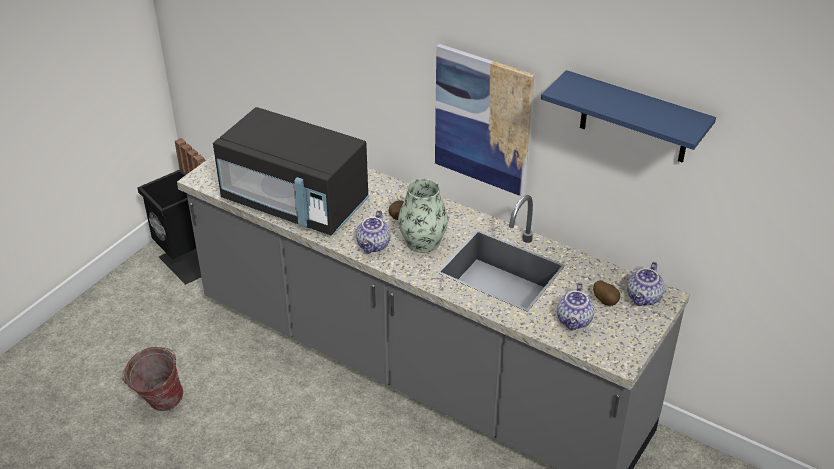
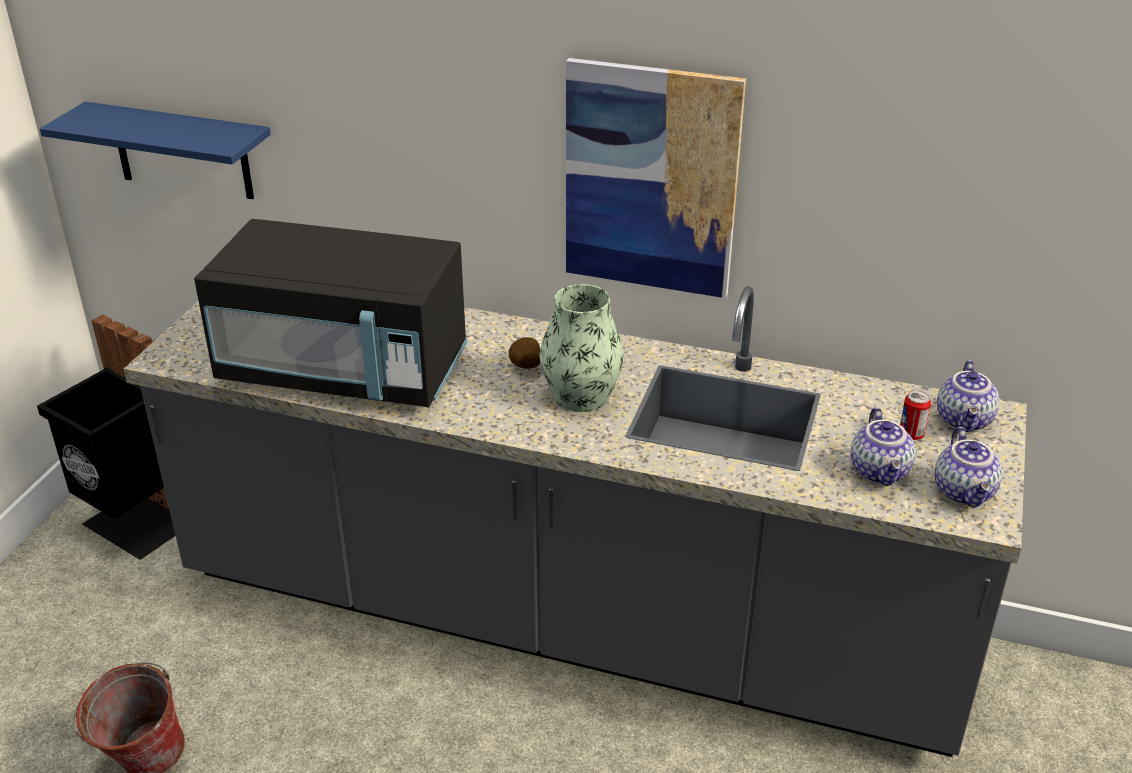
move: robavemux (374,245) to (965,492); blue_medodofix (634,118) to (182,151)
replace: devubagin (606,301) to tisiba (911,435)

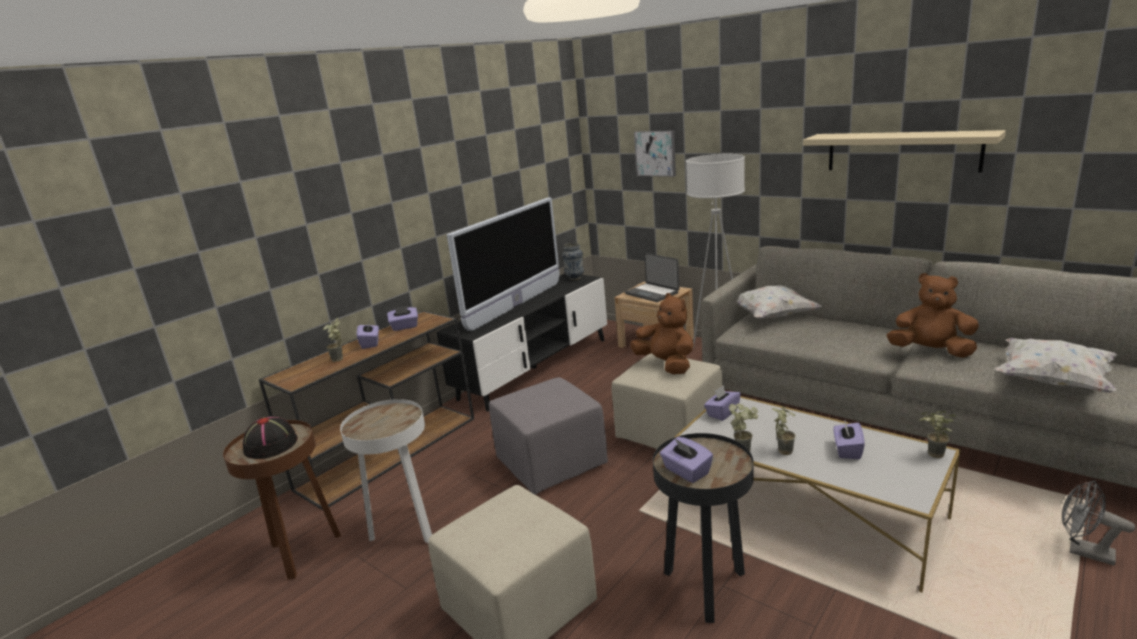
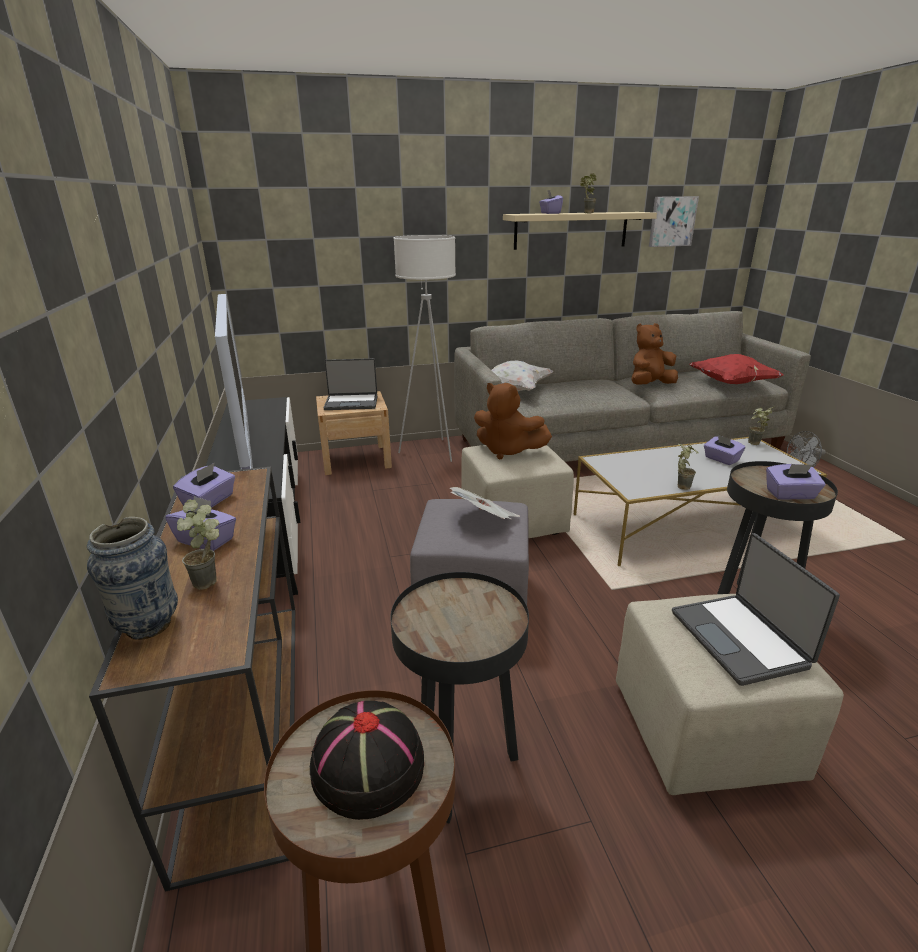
insert: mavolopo (485,520); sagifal (740,639)
move: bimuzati (574,278) to (148,626); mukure (656,153) to (672,221); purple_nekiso (722,413) to (550,213); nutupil (782,450) to (585,213)
recolor: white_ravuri (407,528) to black_ravuri (460,769); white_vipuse (1052,382) to red_vipuse (731,383)
rotate: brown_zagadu (666,365) = (507,451) 150 degrees counterclockwise

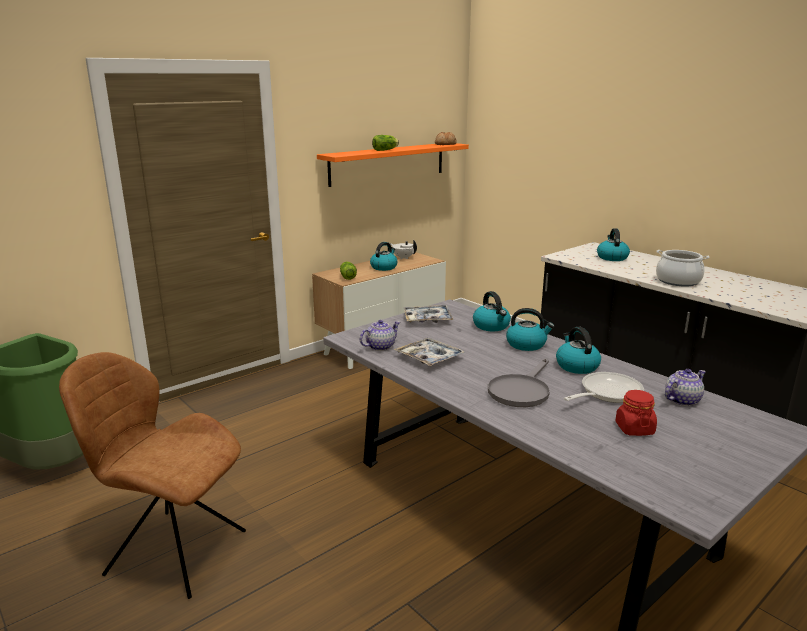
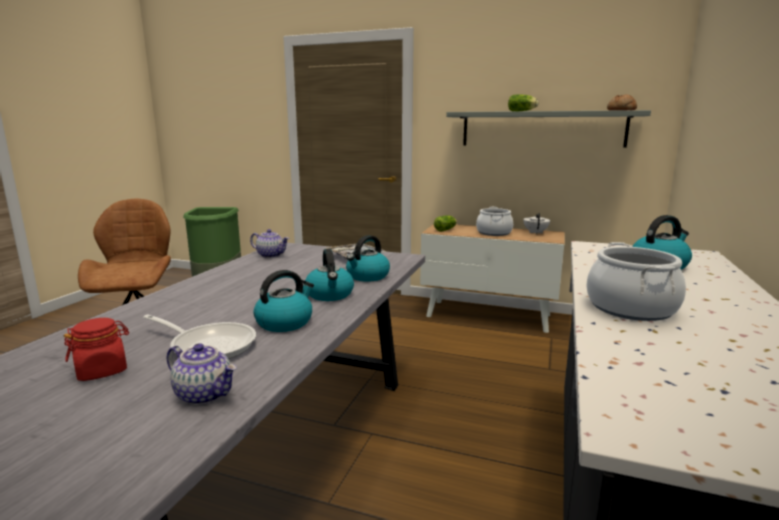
delete: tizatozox (429,358); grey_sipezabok (521,391)
replace: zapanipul (384,267) to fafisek (493,233)
recolor: orange_medodofix (388,163) to grey_medodofix (542,129)

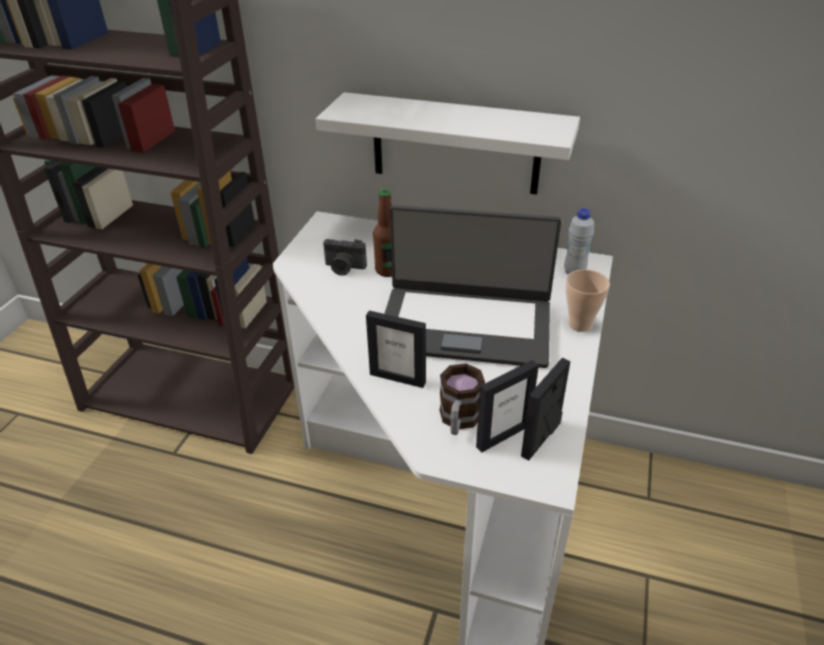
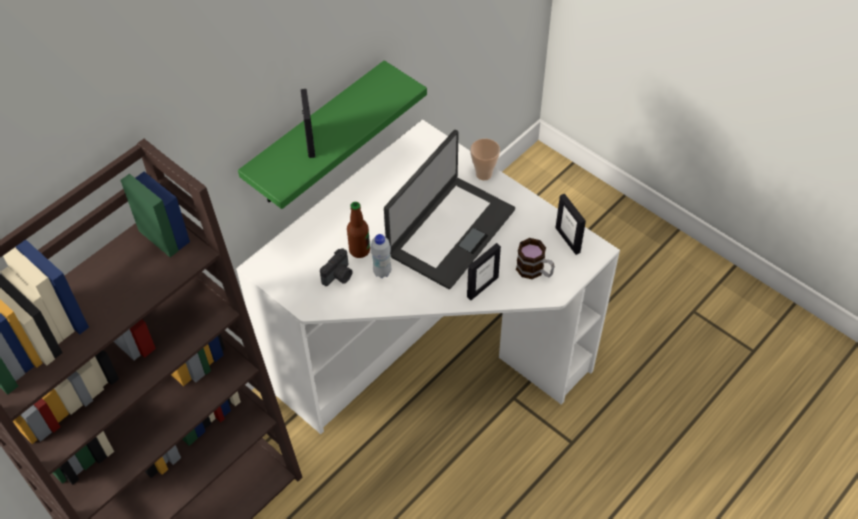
move: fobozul (503,435) to (310,142); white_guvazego (574,272) to (382,272)
recolor: white_medodofix (455,144) to green_medodofix (316,137)

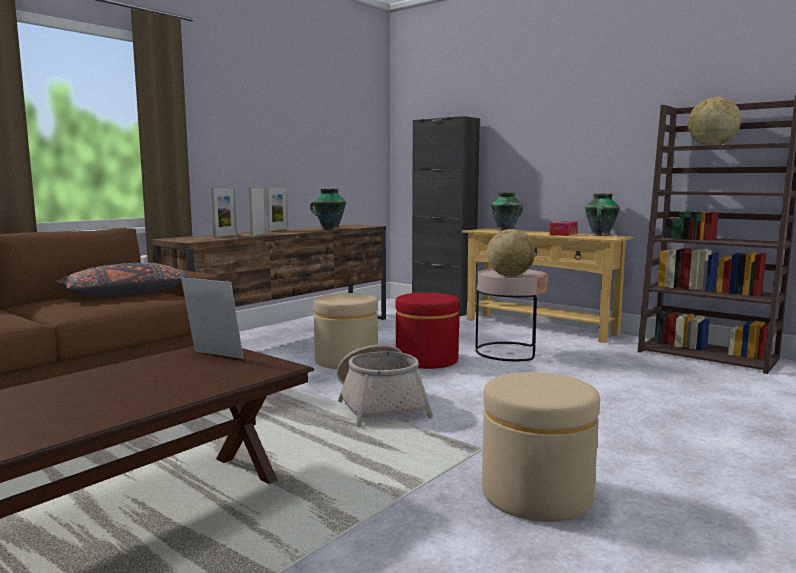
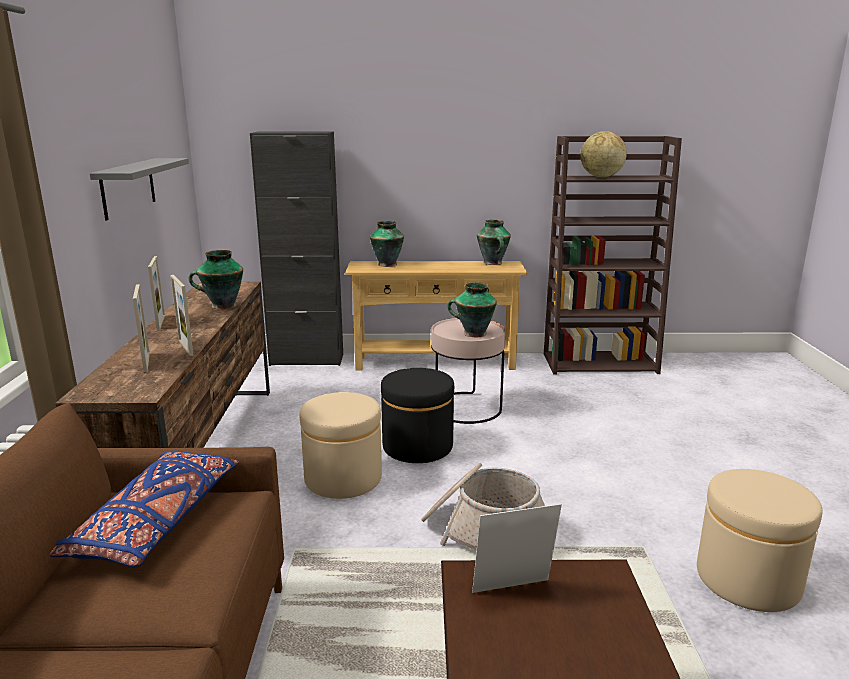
delete: nekiso (563,234)
insert: grey_medodofix (128,187)
replace: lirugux (510,276) to bimuzati (473,333)
recolor: grey_vipuse (126,293) to blue_vipuse (156,522); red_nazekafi (427,360) to black_nazekafi (417,446)

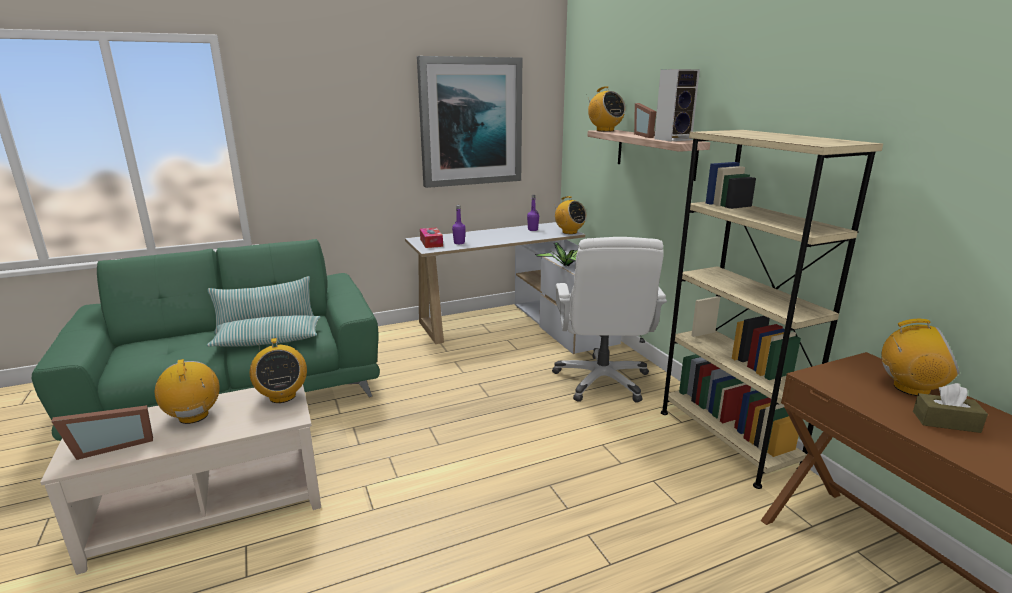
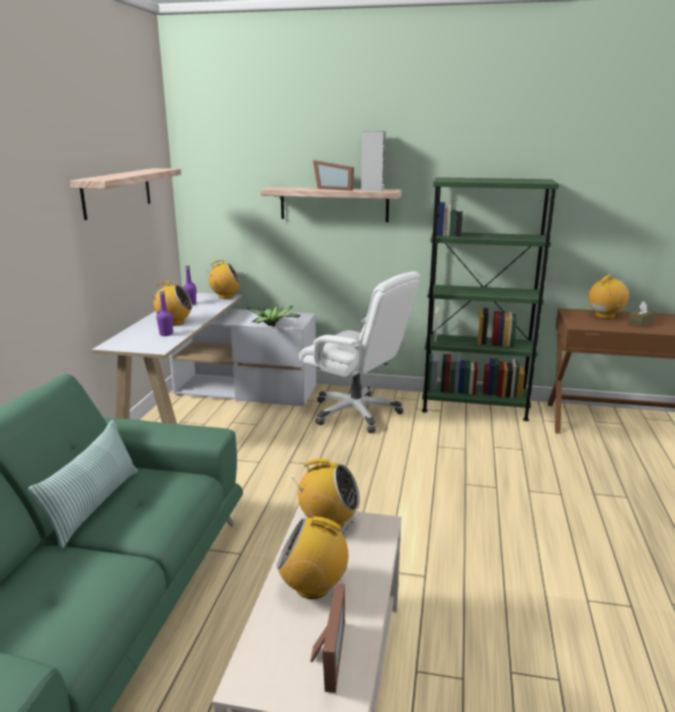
delete: vipuse (268,341); nekiso (431,243)
move: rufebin (604,130) to (174,322)
replace: mukure (470,122) to medodofix (117,192)
recolor: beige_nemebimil (727,439) to green_nemebimil (474,406)

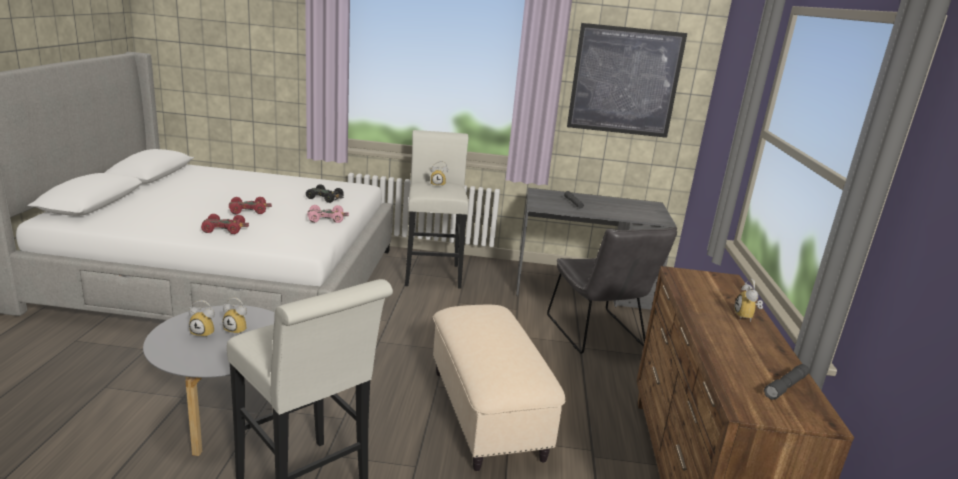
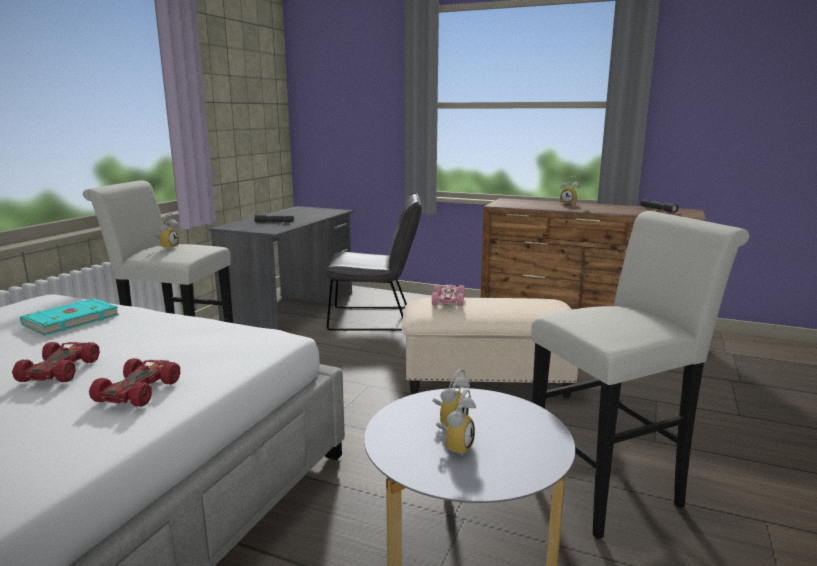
delete: mukure (624,81)
move: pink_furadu (327,218) to (448,301)
replace: black_furadu (325,198) to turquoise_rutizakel (70,320)

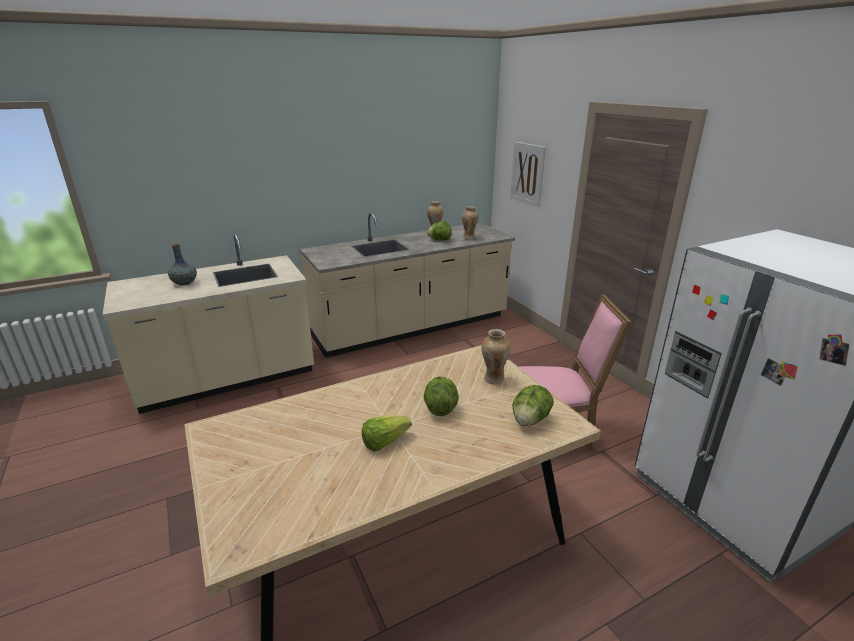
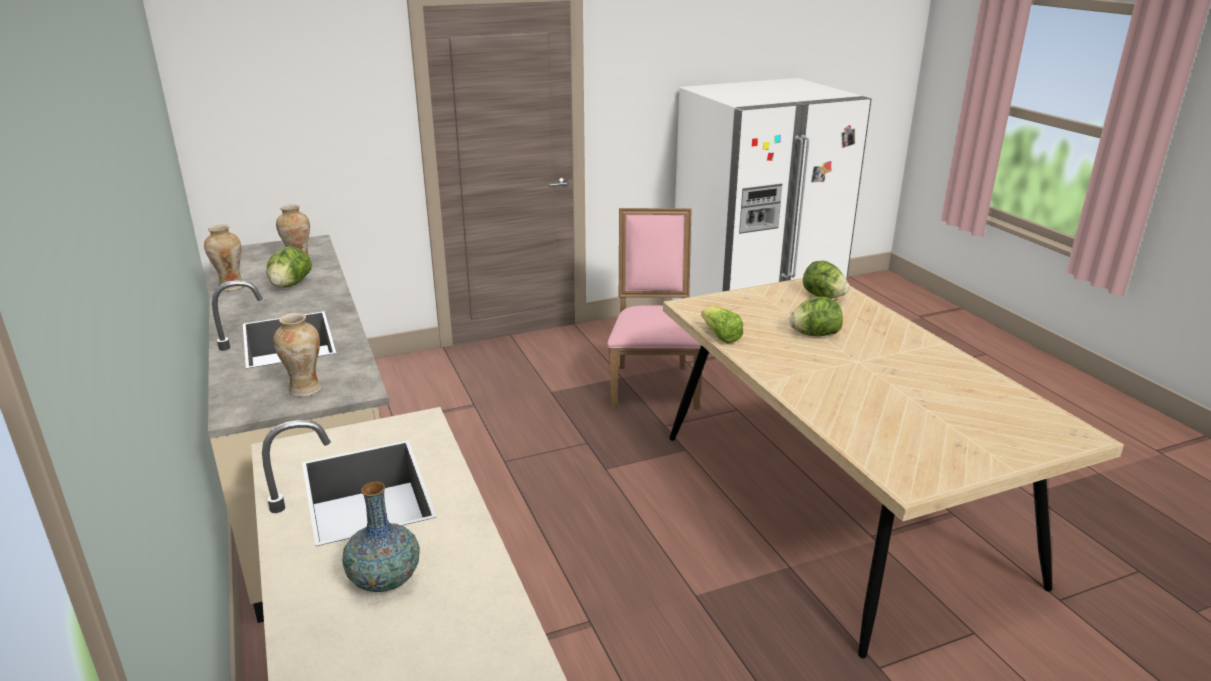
delete: mukure (527,174)
move: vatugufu (384,442) to (720,336); bimuzati (493,379) to (305,390)

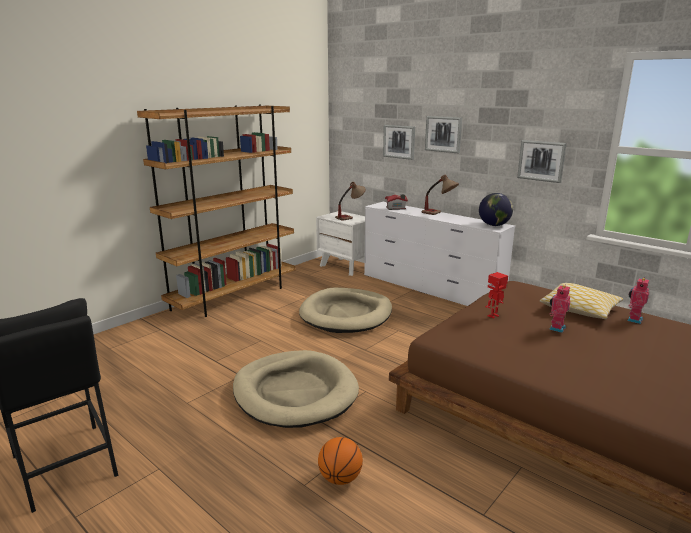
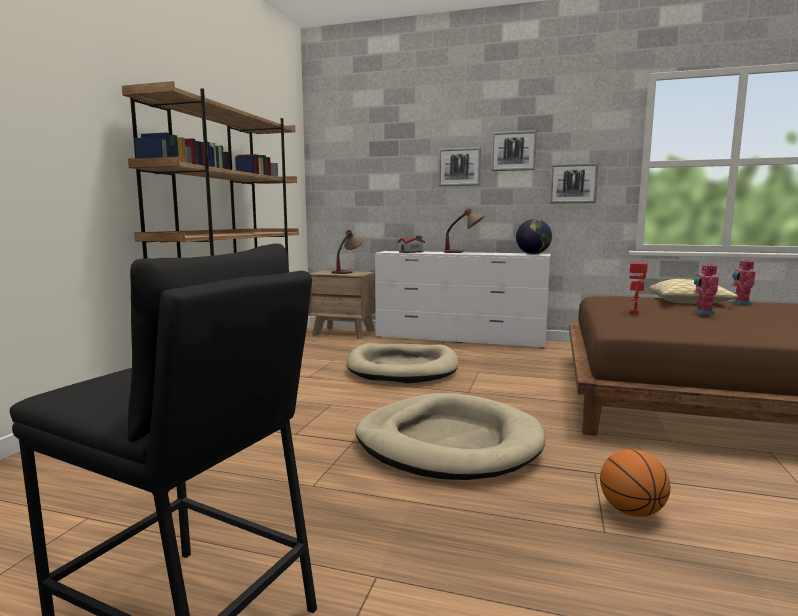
move: mukure (399,141) to (513,151)
recolor: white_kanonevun (346,266) to brown_kanonevun (344,333)

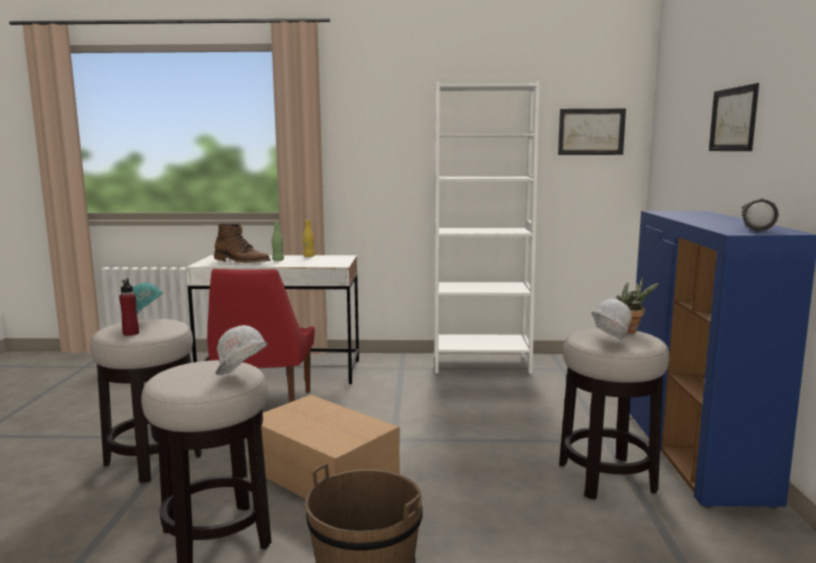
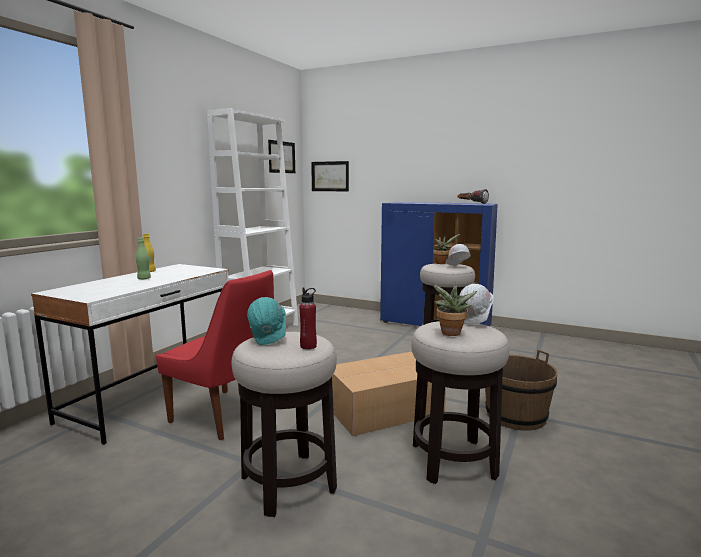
delete: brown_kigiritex (241,262)
insert: nutupil (450,334)
move: mukure (733,119) to (330,176)

